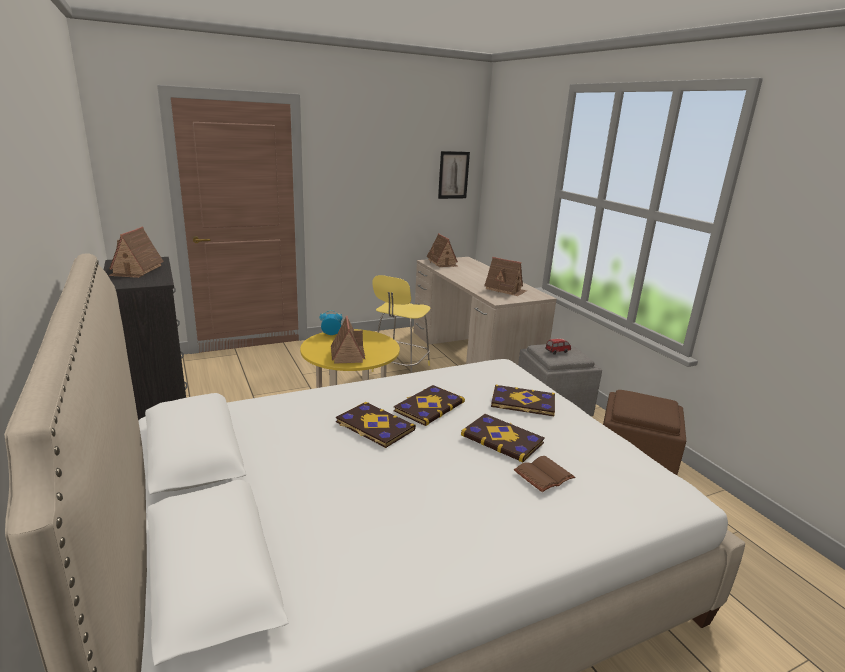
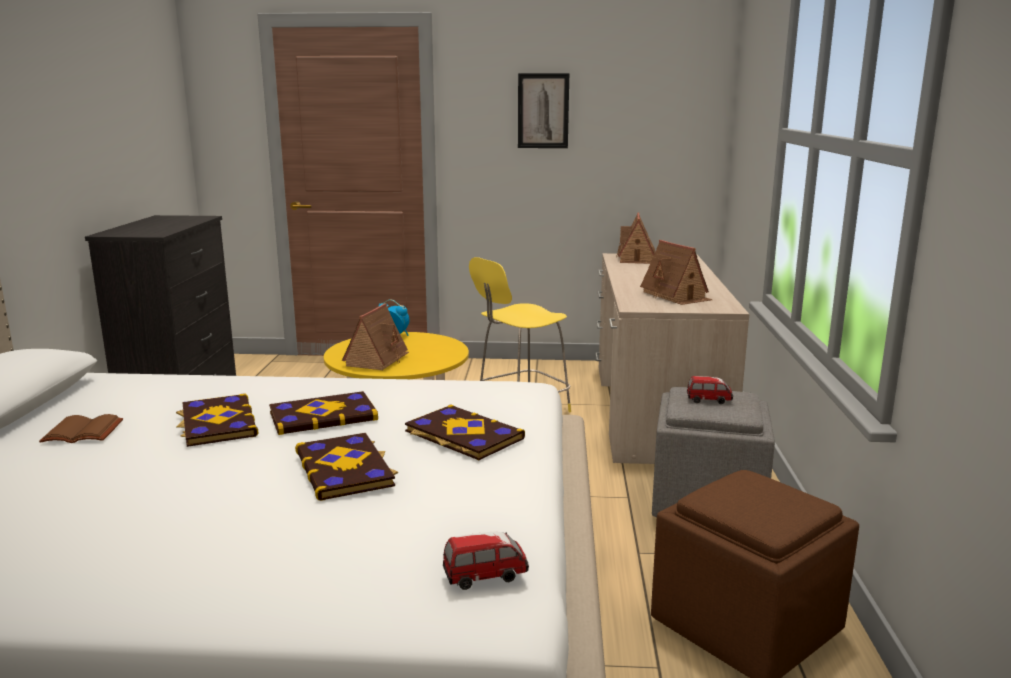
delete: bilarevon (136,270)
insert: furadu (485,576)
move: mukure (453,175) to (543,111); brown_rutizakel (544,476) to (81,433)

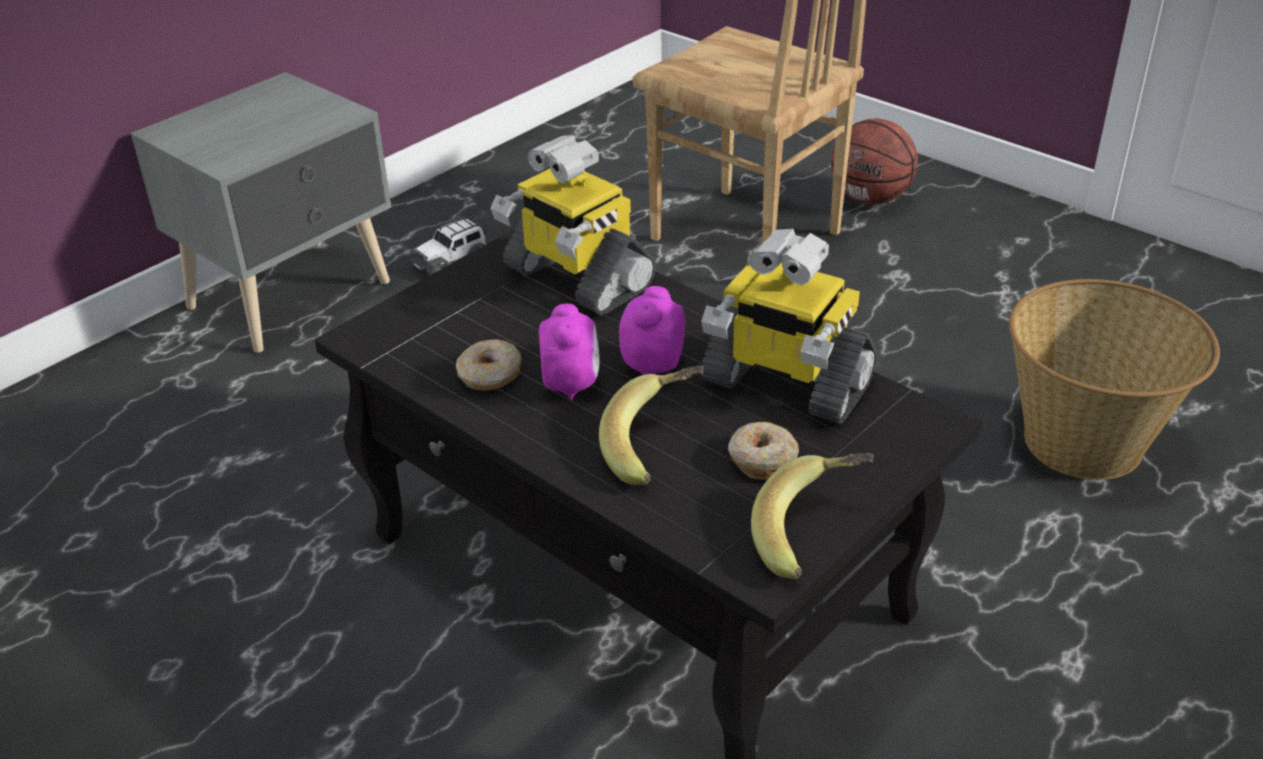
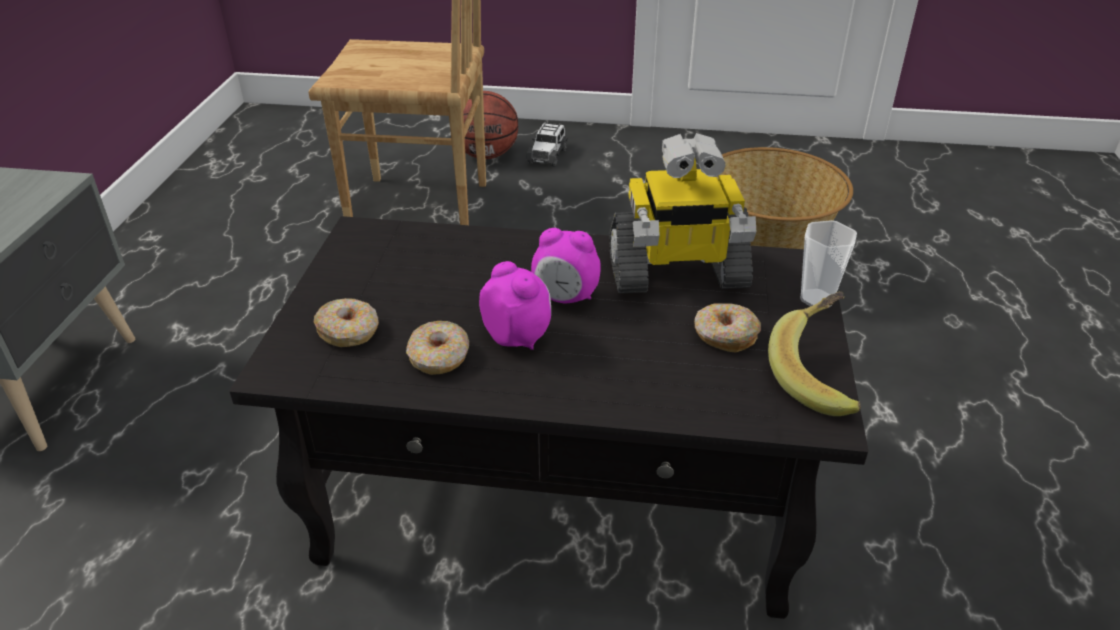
delete: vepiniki (576,278); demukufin (657,446)
insert: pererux (349,331); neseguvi (816,299)
move: furadu (451,261) to (547,155)
rotate: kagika (651,365) = (565,298) 60 degrees counterclockwise

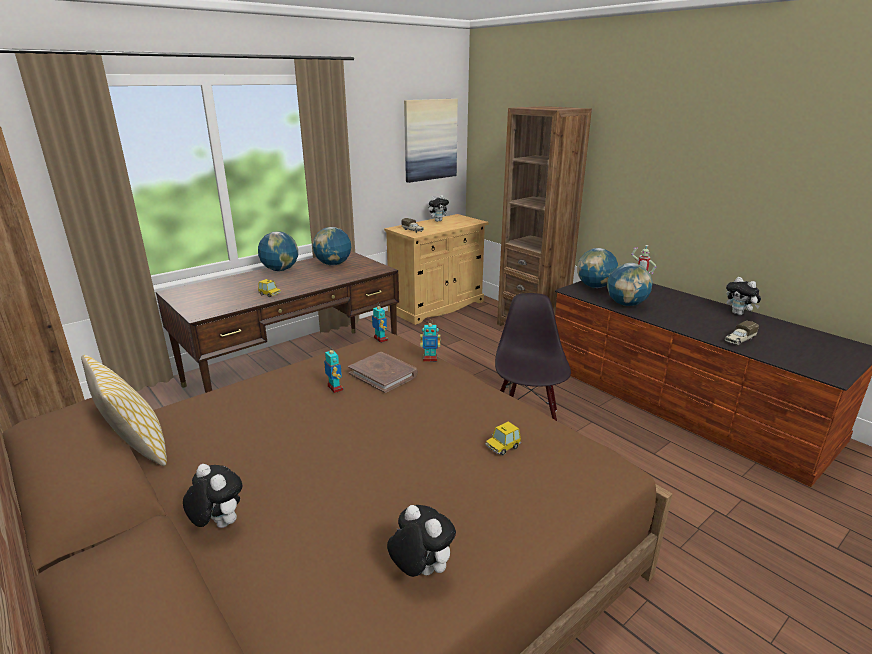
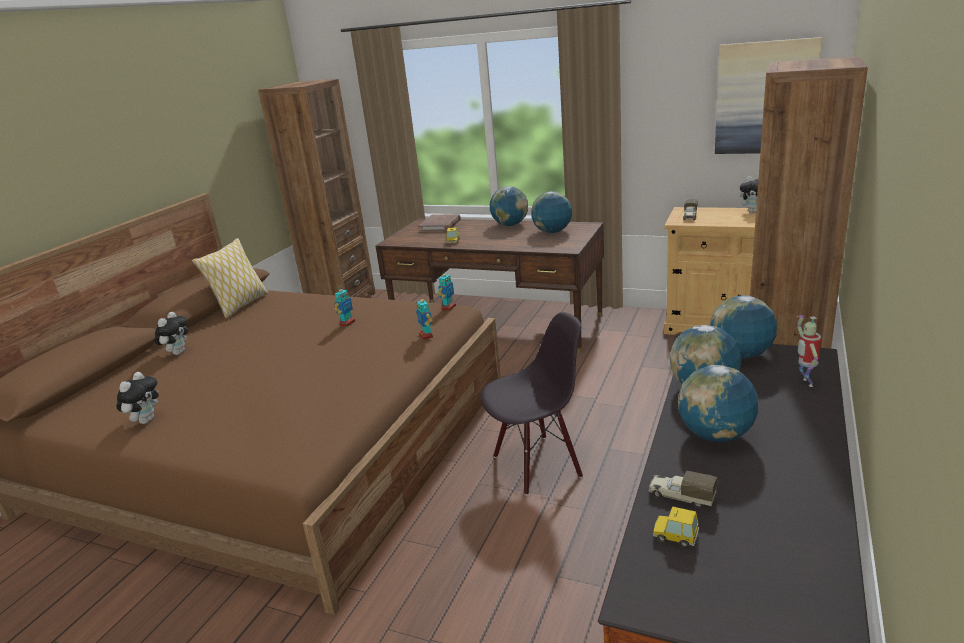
delete: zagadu (739,314)
insert: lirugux (715,435)
move: brown_rutizakel (383,374) to (440,225); furadu (502,447) to (675,536)

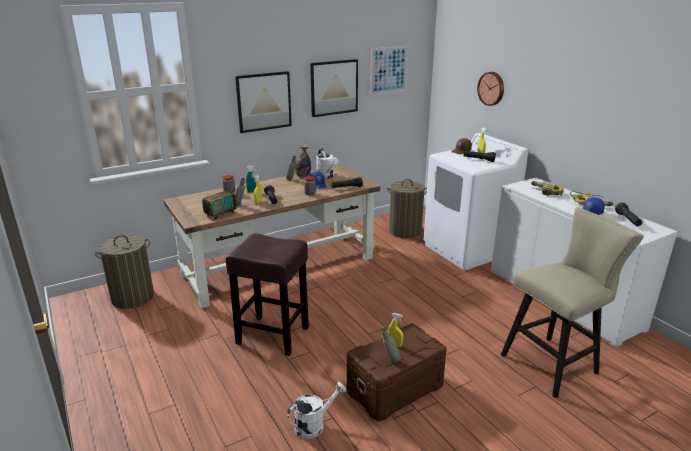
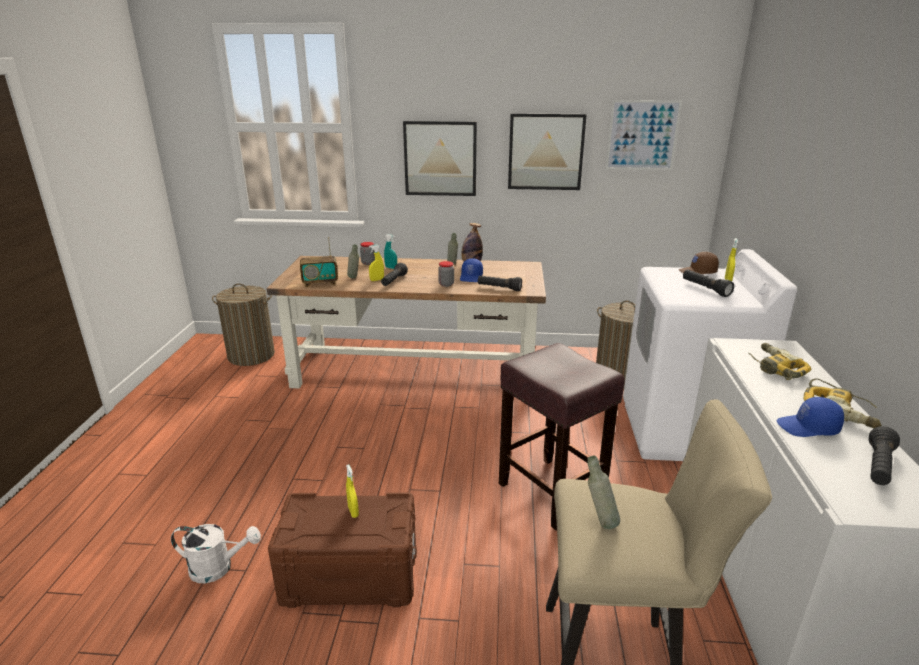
delete: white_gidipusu (327,176); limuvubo (491,88)
move: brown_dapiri (274,335) to (552,493); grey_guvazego (390,361) to (599,522)

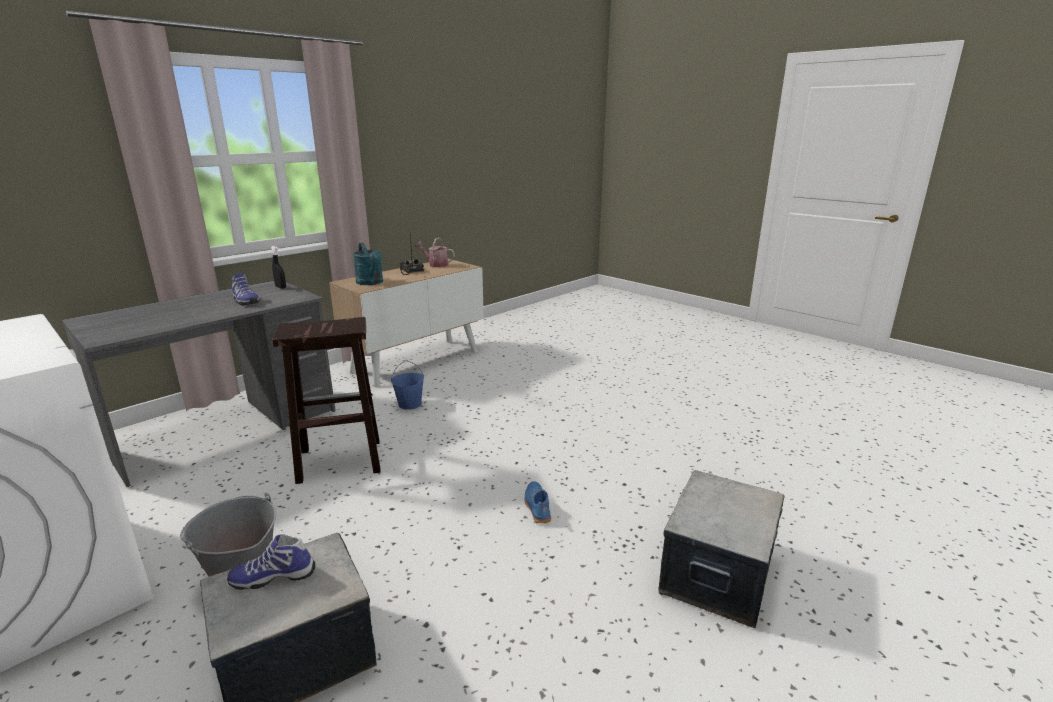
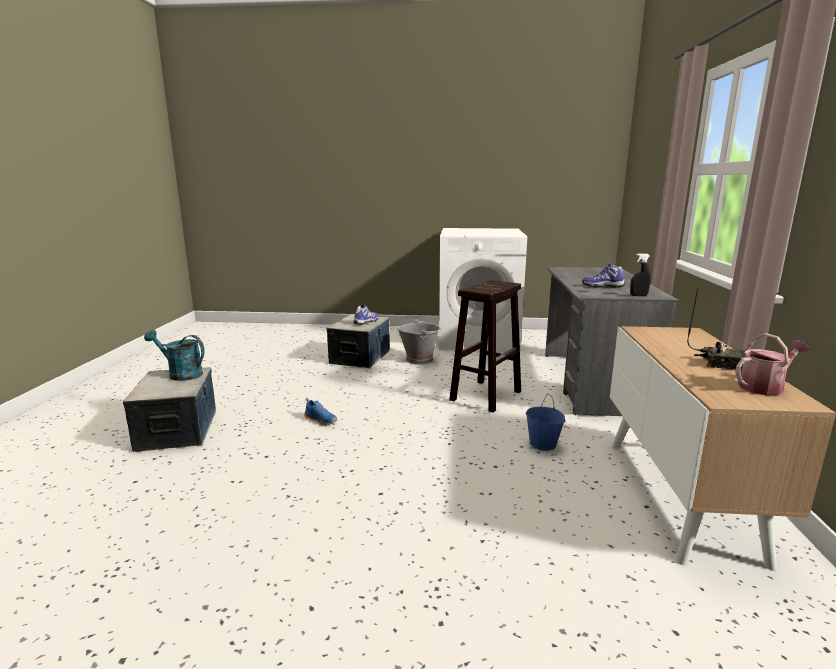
move: turquoise_gidipusu (371,283) to (181,374)

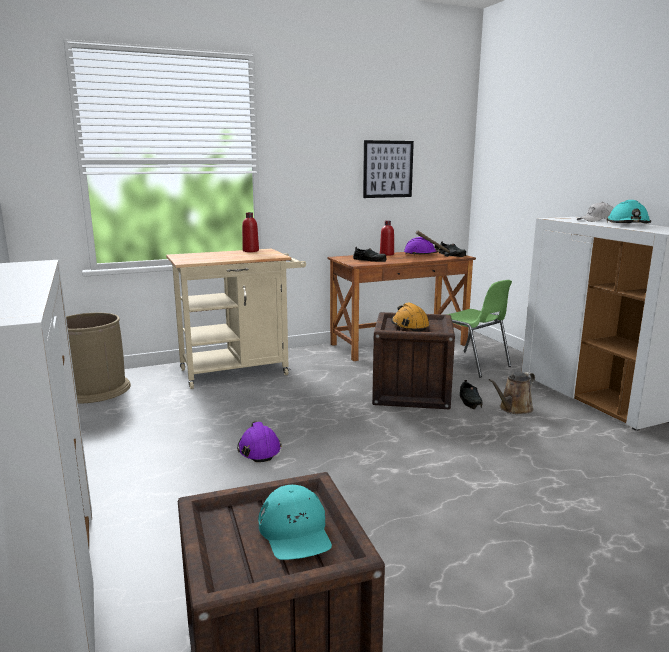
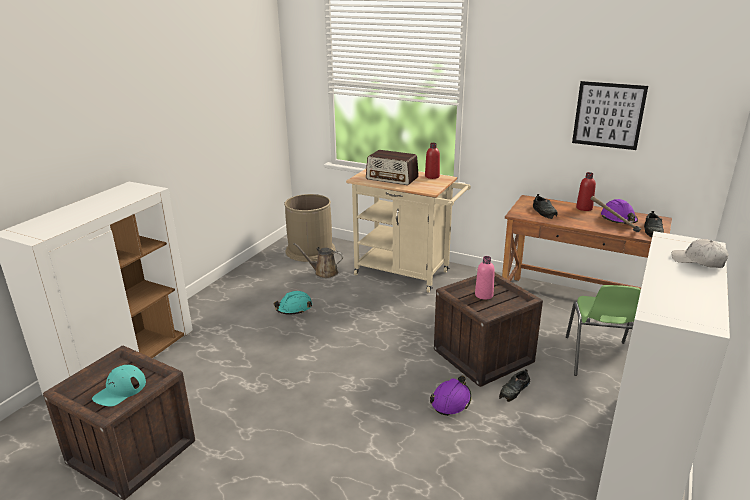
insert: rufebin (392,178)
move: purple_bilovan (259,449) to (451,401); brown_gidipusu (513,409) to (323,272); turquoise_bilovan (628,225) to (294,308)
replace: orange_bilovan (409,325) to pink_guvazego (484,295)

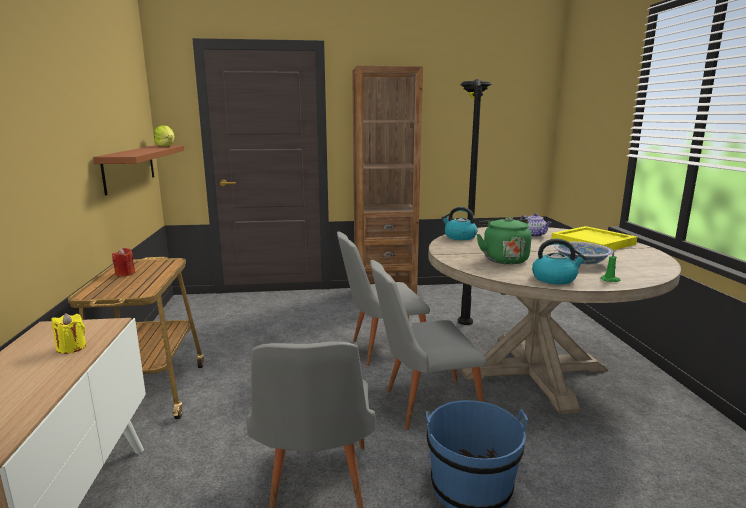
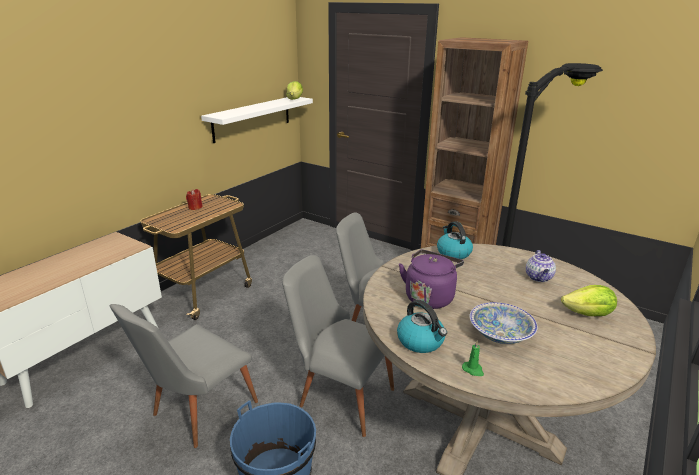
delete: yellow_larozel (71,348)
replace: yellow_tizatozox (593,242) to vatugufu (588,314)
recolor: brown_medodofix (129,167) to white_medodofix (252,118); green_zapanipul (503,259) to purple_zapanipul (429,297)

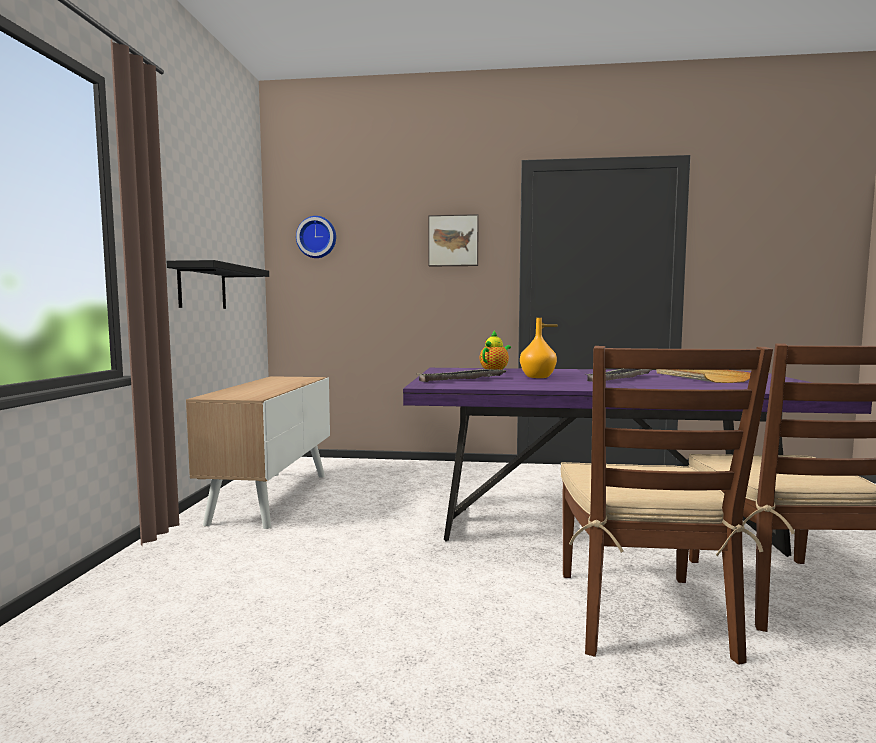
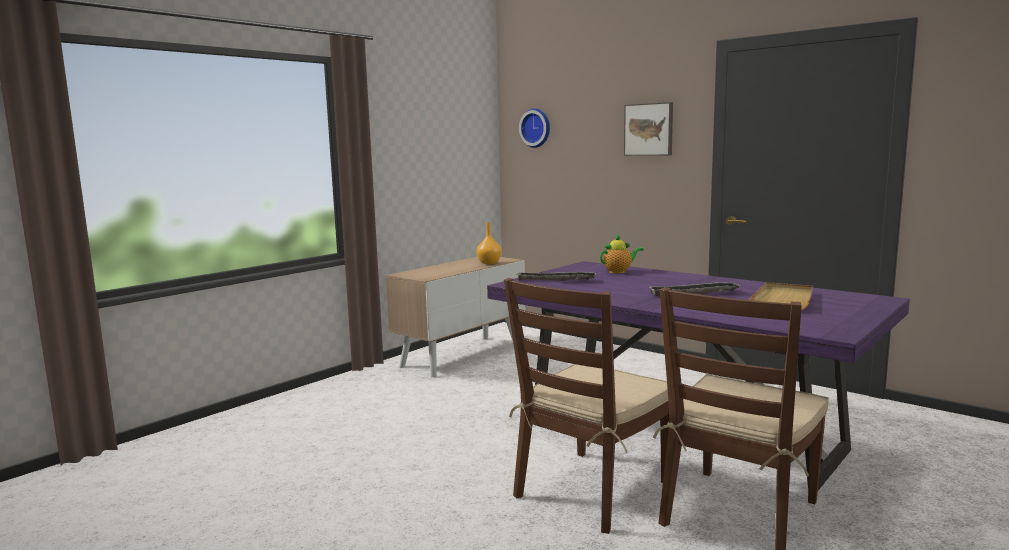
delete: black_medodofix (202,287)
move: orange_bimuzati (538,377) to (489,263)

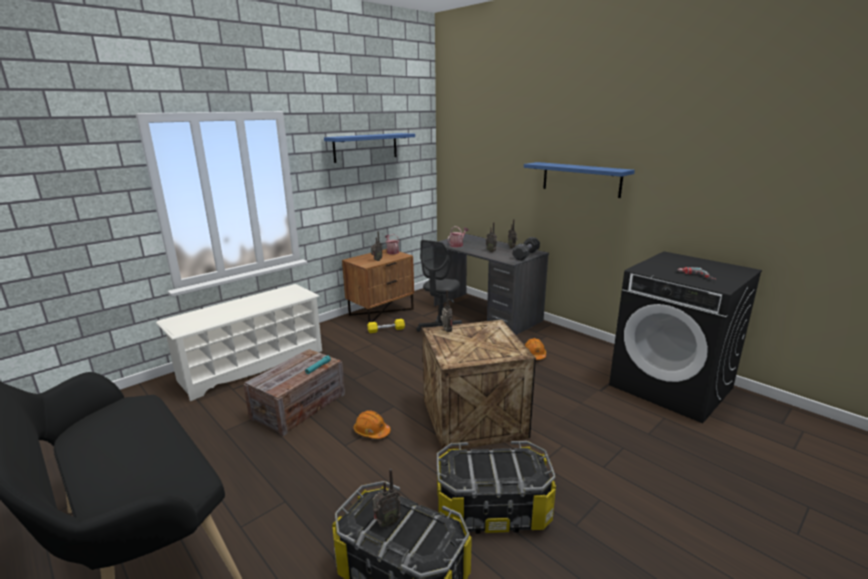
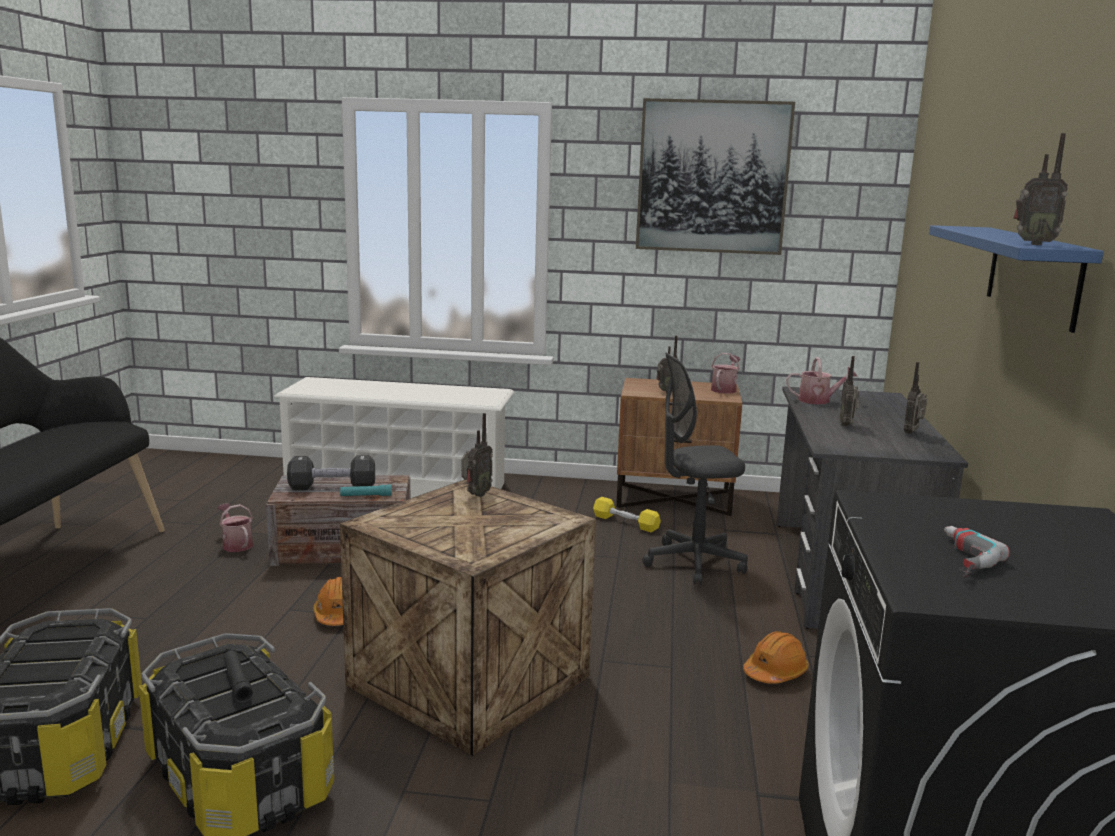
insert: gidipusu (236,544); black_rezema (237,682)
move: rufebin (386,522) to (1033,244); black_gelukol (526,255) to (332,487)
replace: blue_medodofix (365,147) to mukure (712,177)

